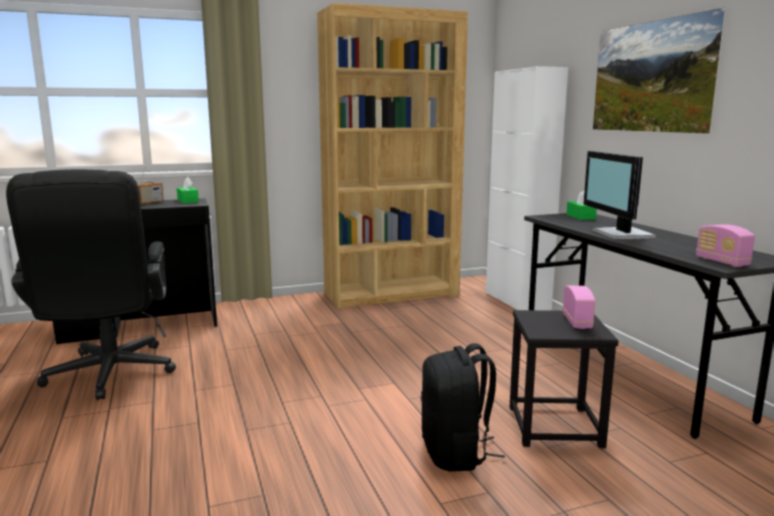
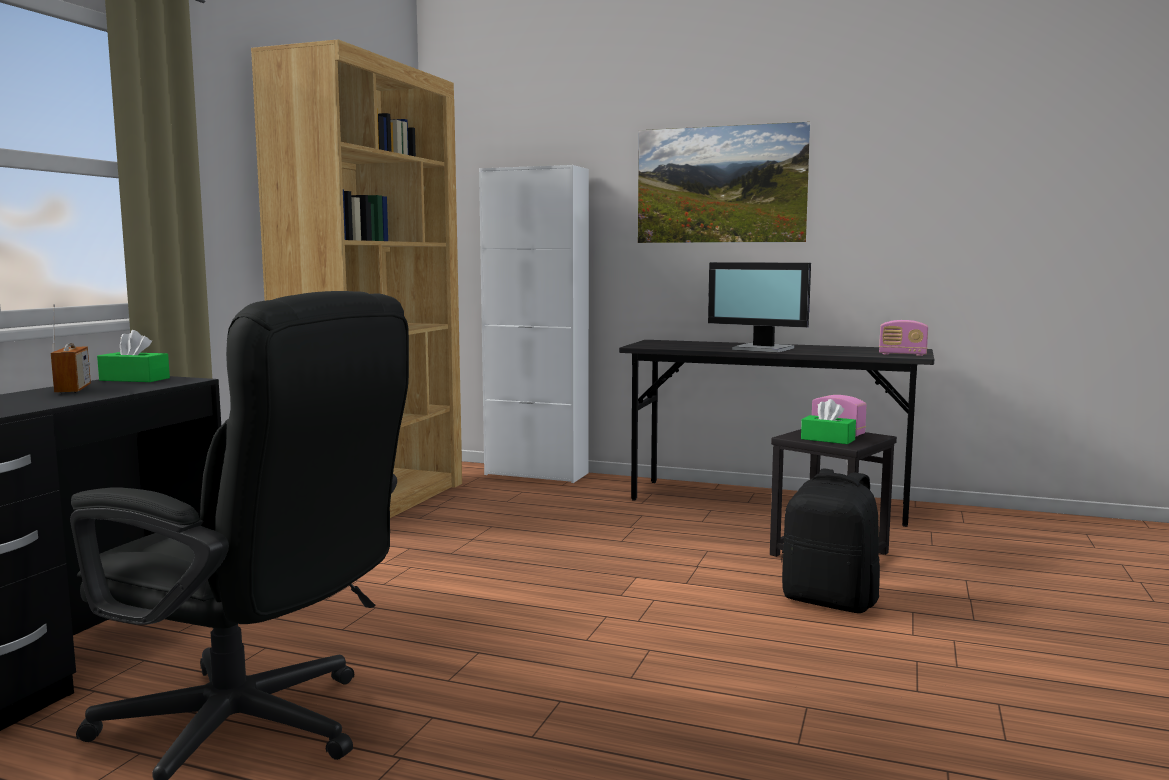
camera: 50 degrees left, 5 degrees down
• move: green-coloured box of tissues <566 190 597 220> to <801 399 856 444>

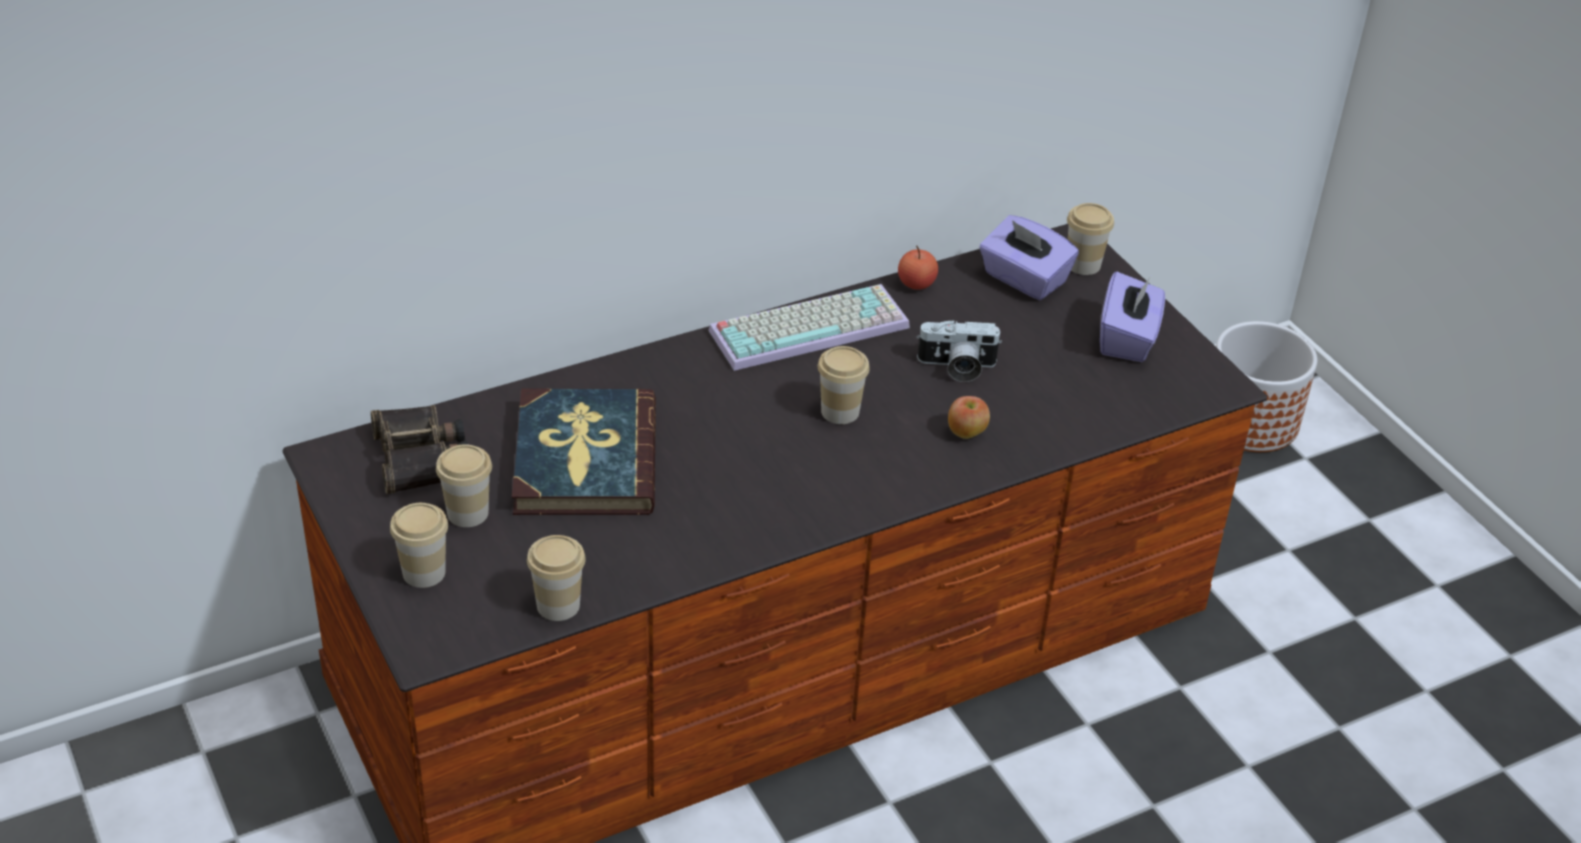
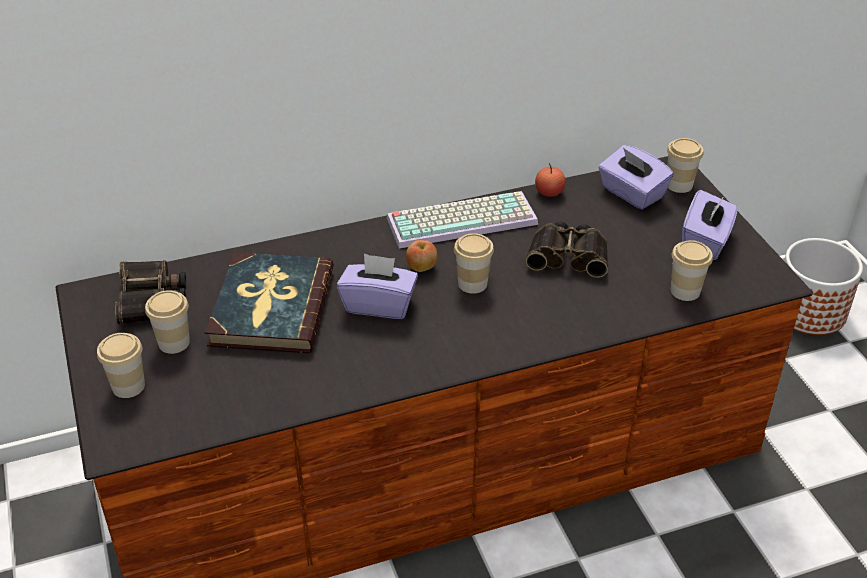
camera: 10 degrees right, 0 degrees up
• insert: purple-coloured box of tissues <337 253 418 319>
• move: small cup <527 535 586 621> to <671 240 713 301>
• move: whole apple <948 396 990 439> to <406 240 437 272>
• replace: photo camera <916 320 1002 382> to field glasses <526 221 608 278>

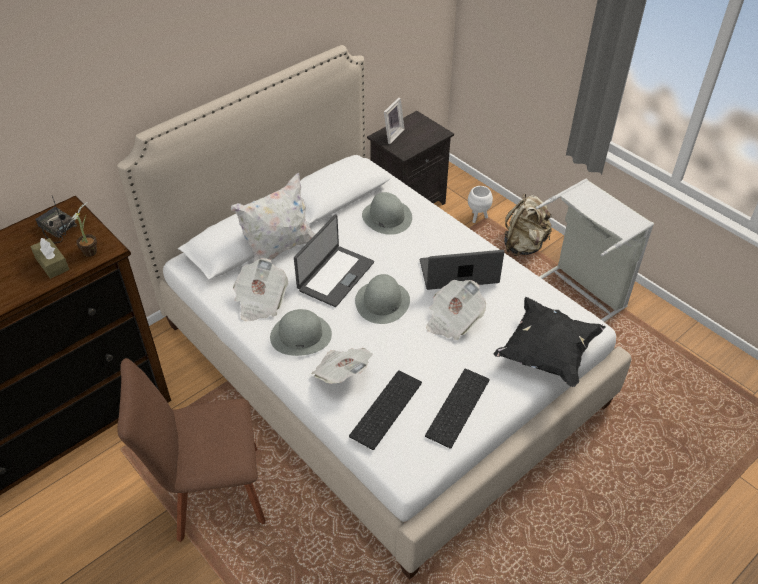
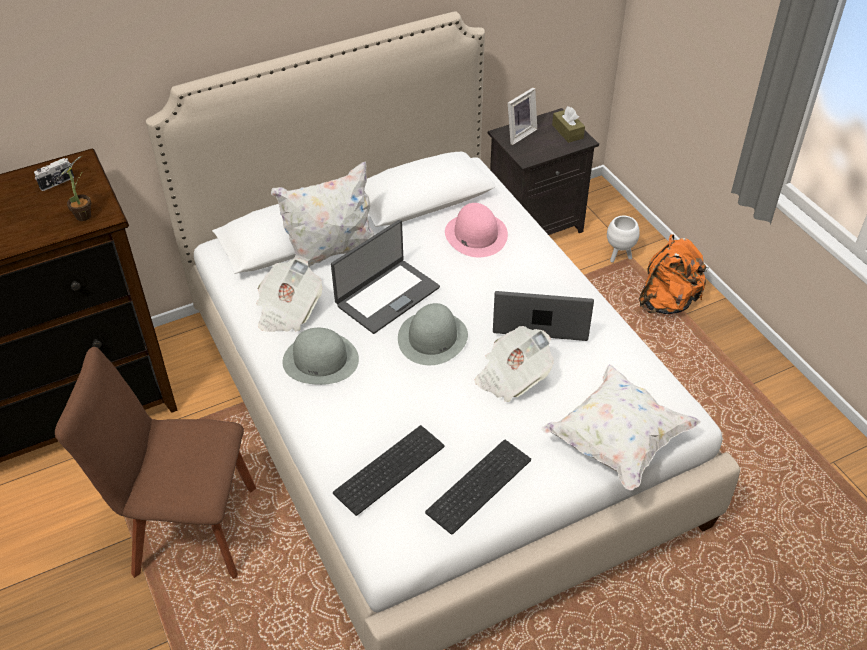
camera: 15 degrees right, 0 degrees up
• delete: daily paper <311 348 373 384>
• delete: gray washing basket <536 178 654 322>
• move: brown box of tissues <30 238 69 279> to <552 106 585 143>
• replace: radio receiver <35 196 77 244> to photo camera <34 158 74 191>
• recolor: gray hat <362 192 412 235> to pink hat <445 203 508 257>
• recolor: black pillow <493 297 605 387> to white pillow <541 364 701 490>
• recolor: beige-coloured rucksack <504 194 552 256> to orange rucksack <639 234 708 314>

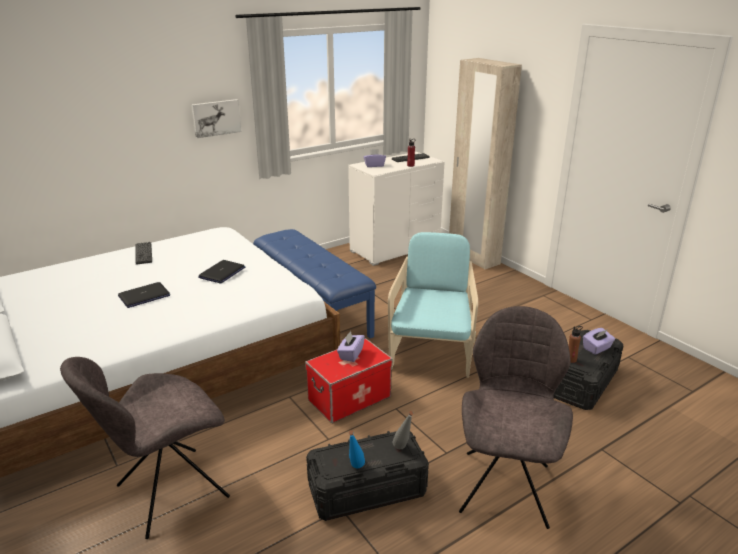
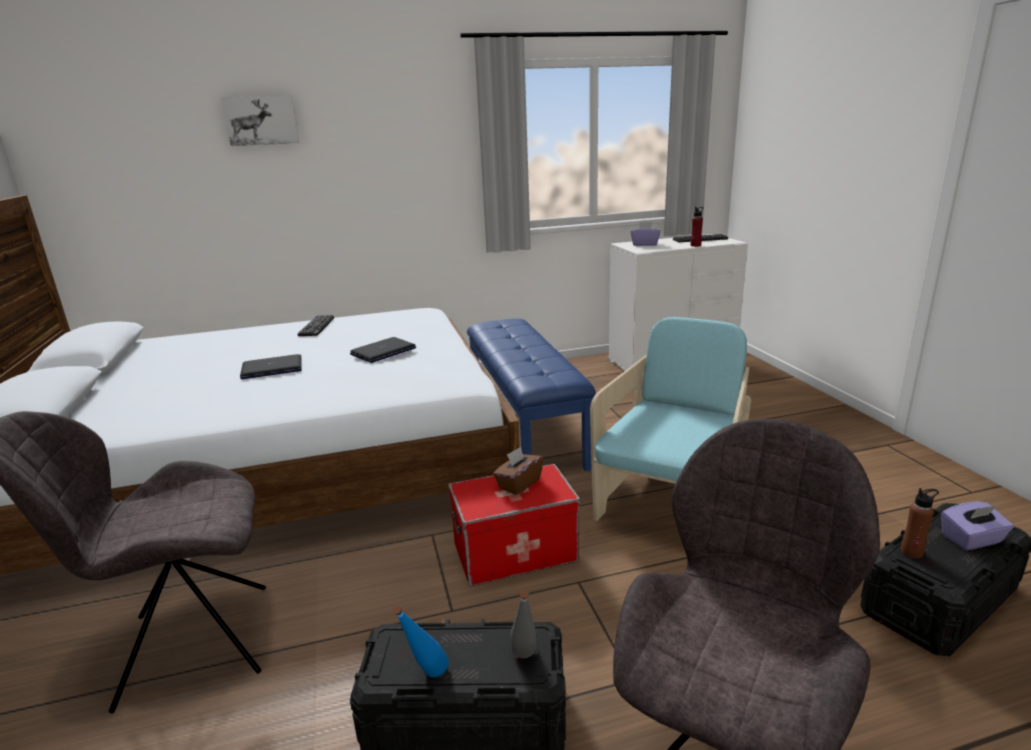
camera: 20 degrees right, 5 degrees down
• delete: beige-coloured wardrobe <449 58 522 269>
• move: picture <191 99 241 138> to <221 95 299 146>
• recolor: purple-coloured box of tissues <337 331 365 362> to brown box of tissues <493 446 544 495>

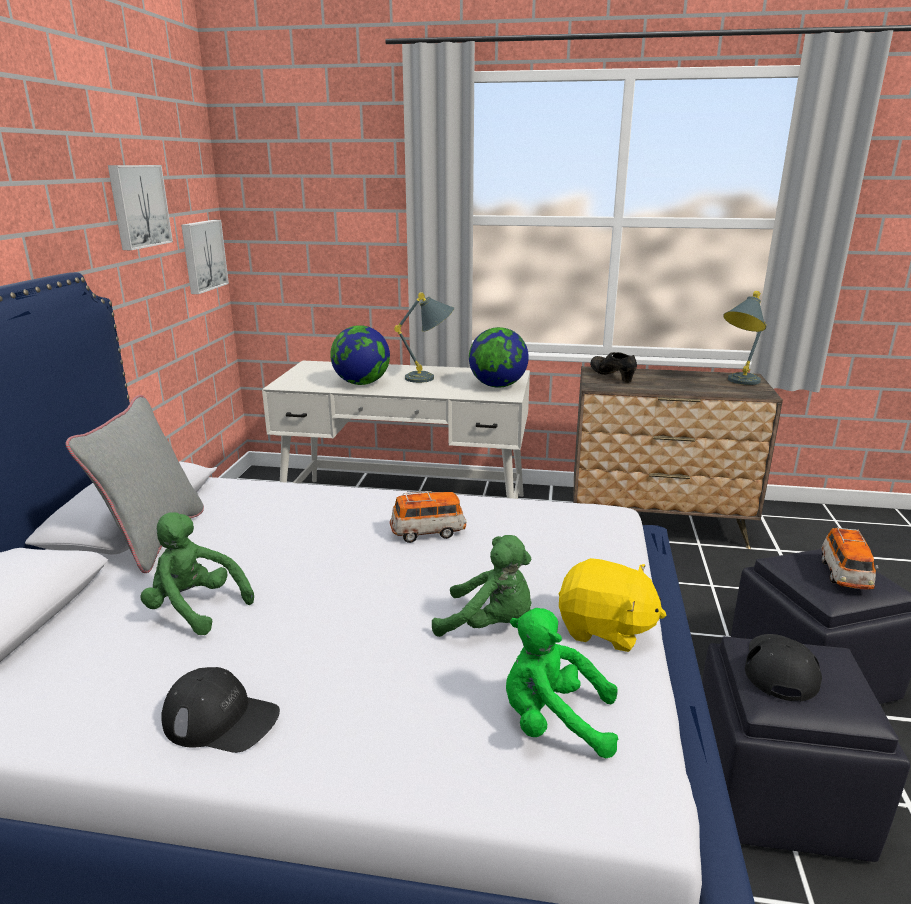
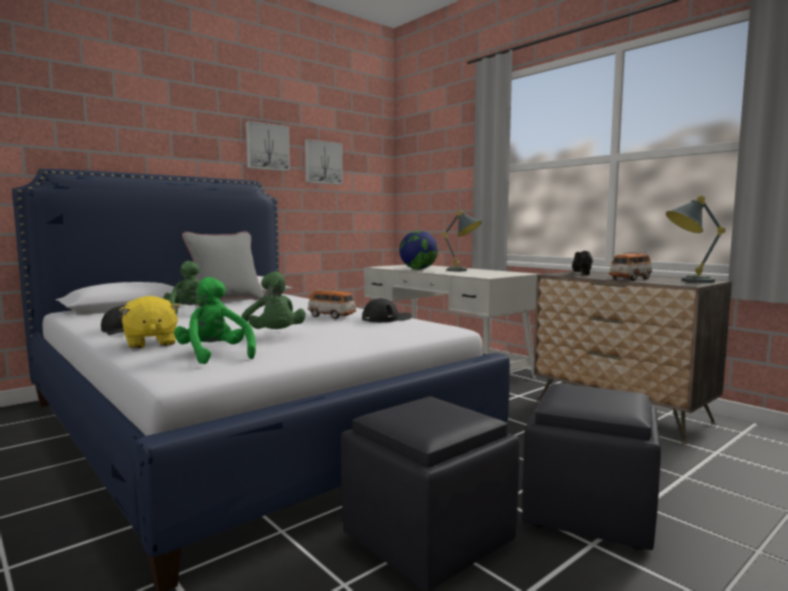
camera: 40 degrees right, 15 degrees down
• delete: world globe <469 327 529 388>
• move: picture <181 220 229 294> to <246 121 290 171>
• move: yellow soft toy <559 558 666 652> to <119 296 180 349>
• move: black baseball cap <745 634 822 702> to <362 298 412 322>
• move: model car <821 527 878 590> to <609 252 652 281>

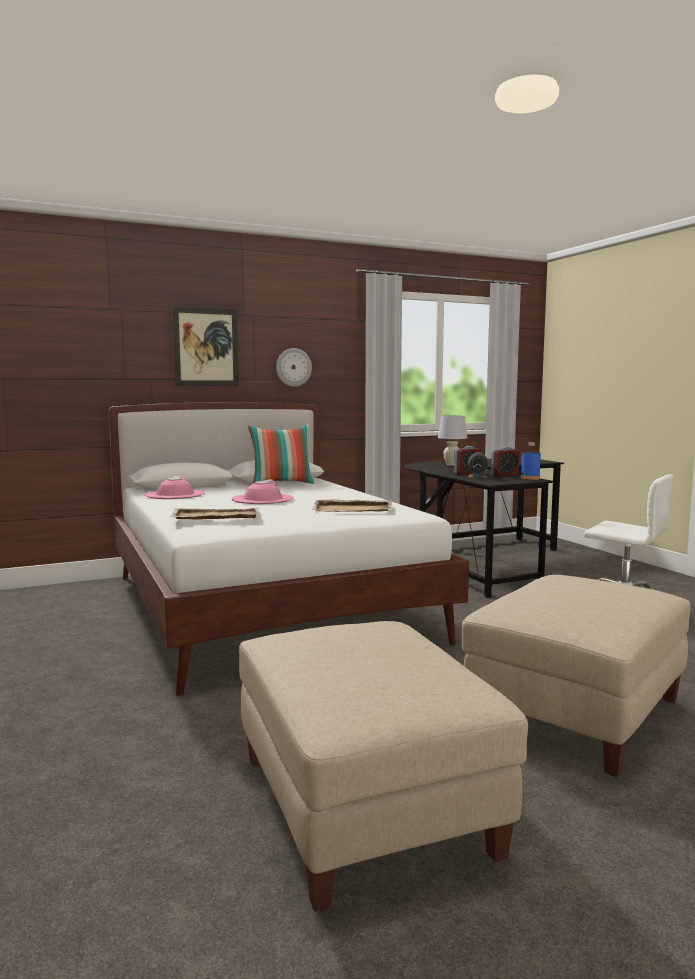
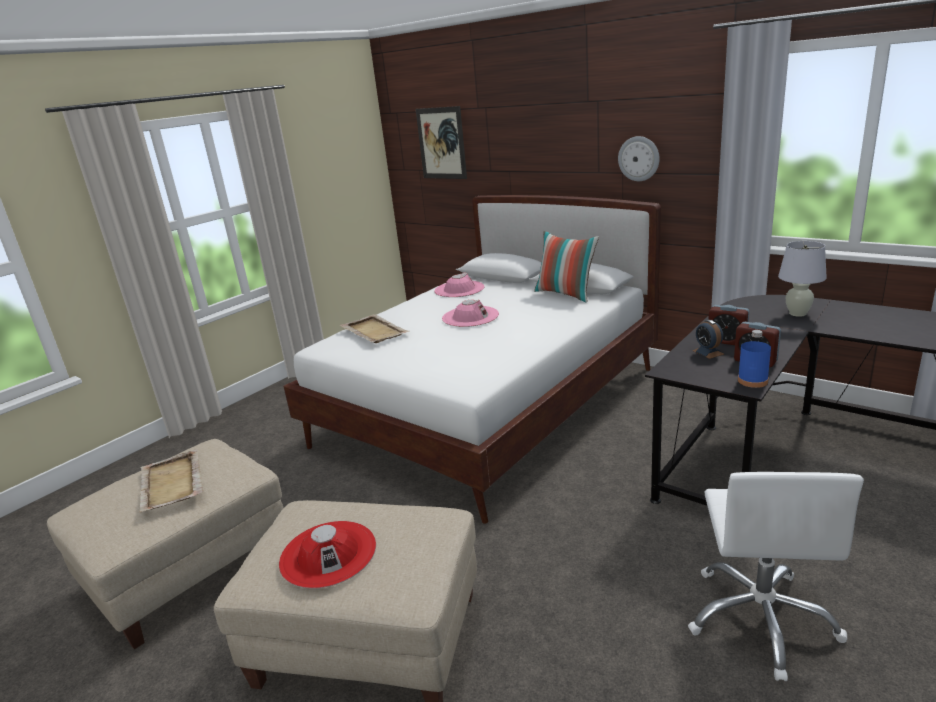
camera: 65 degrees right, 15 degrees up
• insert: red-coloured hat <279 521 376 589>
• move: picture <172 306 239 386> to <416 106 467 179>
• move: beige-coloured tray <312 499 393 512> to <140 449 203 513>

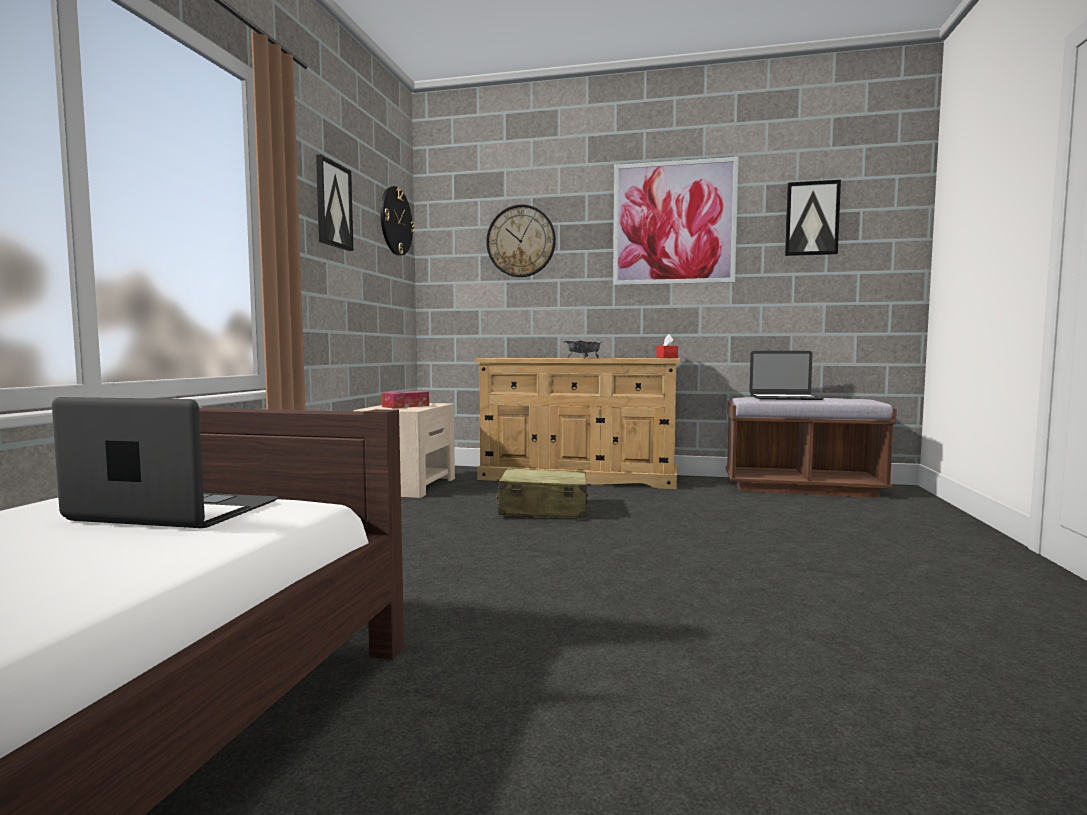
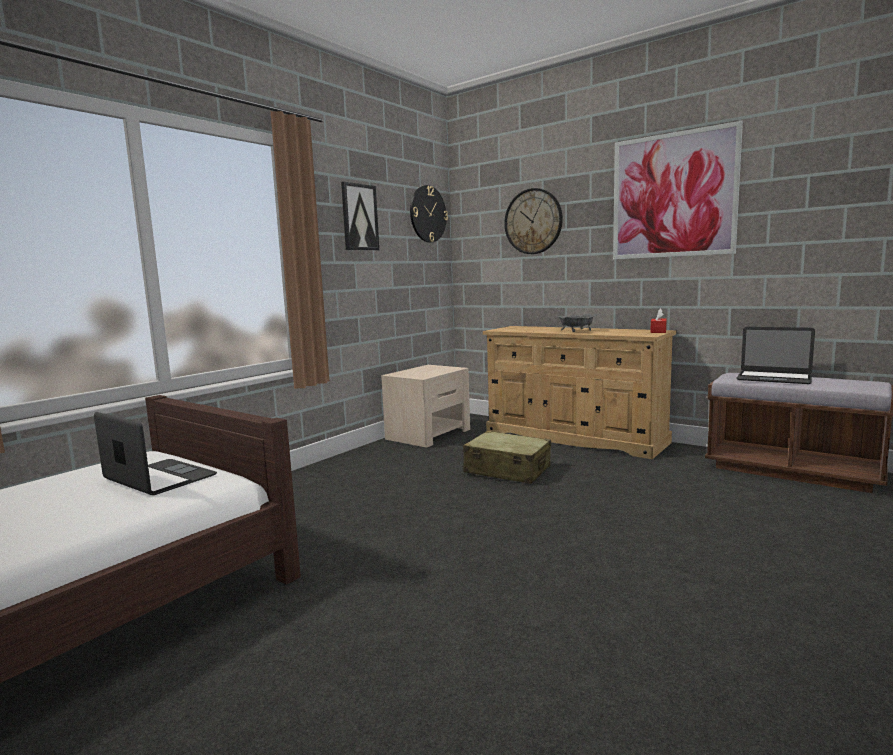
camera: 25 degrees right, 5 degrees up
• delete: box of tissues <381 391 429 408>
• delete: picture <785 180 841 256>

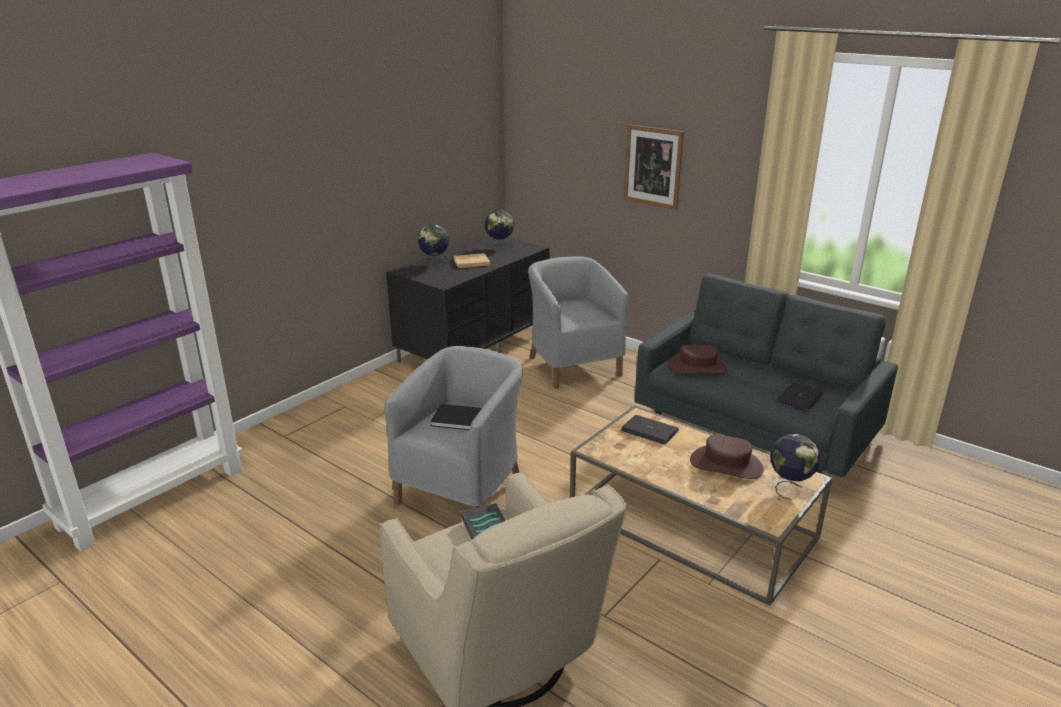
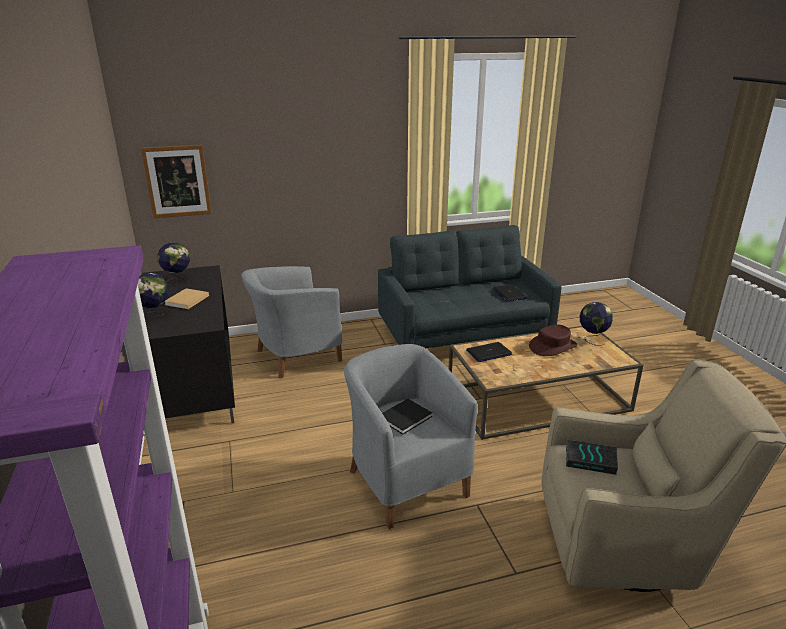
camera: 55 degrees left, 0 degrees up
• delete: brown hat <668 345 727 374>
• move: picture <623 124 684 210> to <141 145 212 218>
• rotate: gray lounge chair <528 256 628 389> = <241 266 342 379> 45 degrees counterclockwise

